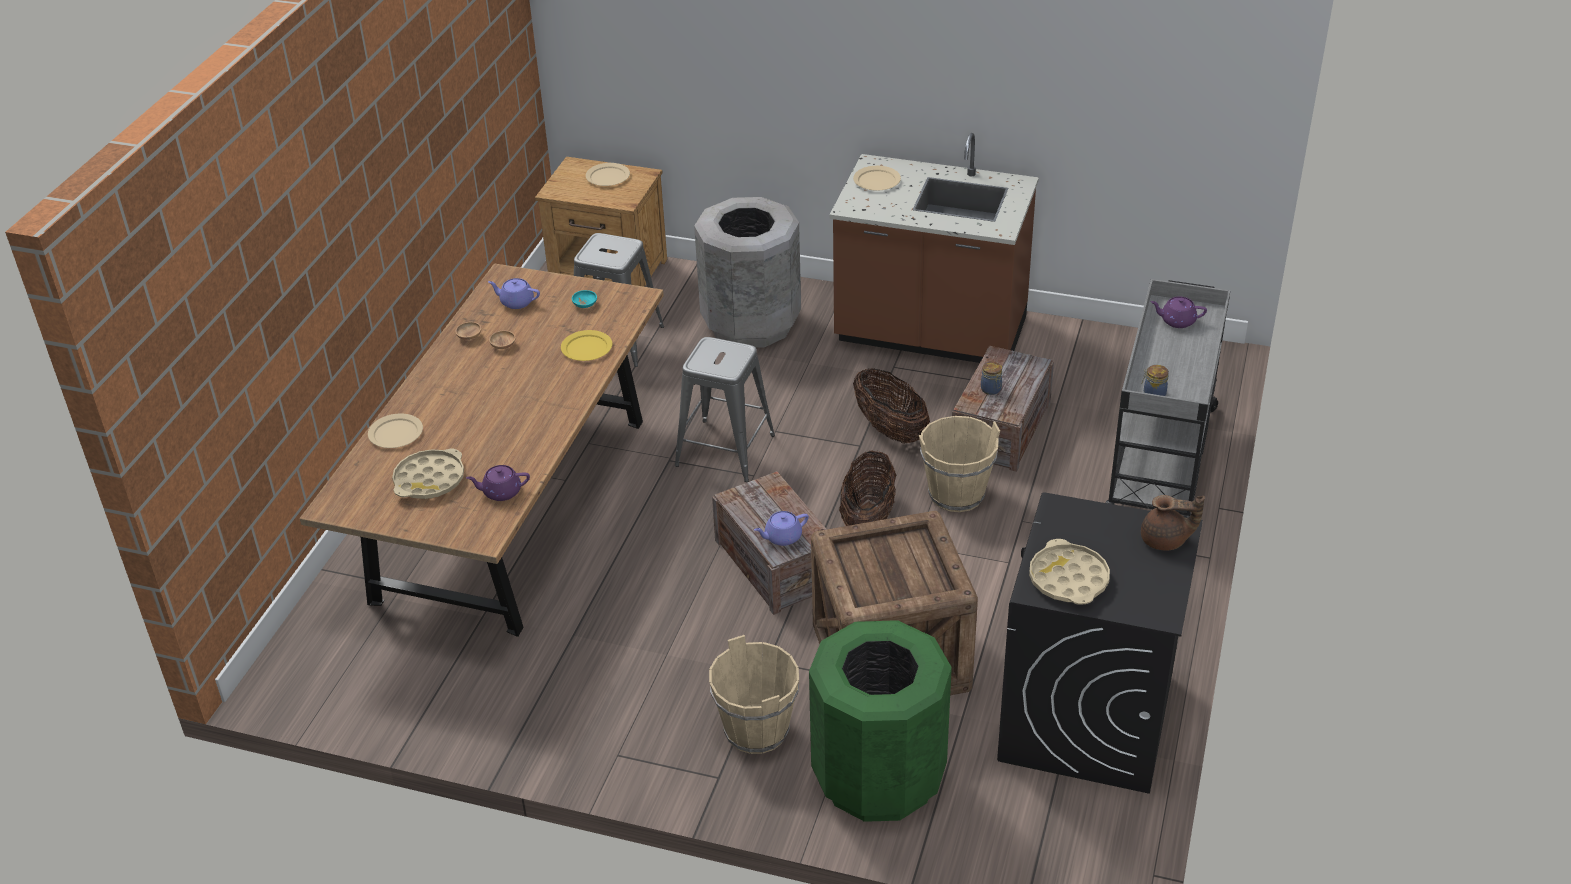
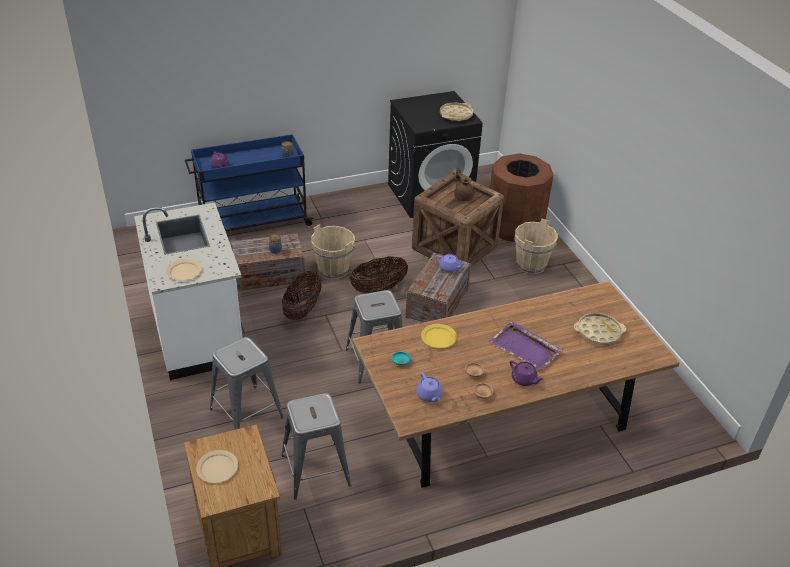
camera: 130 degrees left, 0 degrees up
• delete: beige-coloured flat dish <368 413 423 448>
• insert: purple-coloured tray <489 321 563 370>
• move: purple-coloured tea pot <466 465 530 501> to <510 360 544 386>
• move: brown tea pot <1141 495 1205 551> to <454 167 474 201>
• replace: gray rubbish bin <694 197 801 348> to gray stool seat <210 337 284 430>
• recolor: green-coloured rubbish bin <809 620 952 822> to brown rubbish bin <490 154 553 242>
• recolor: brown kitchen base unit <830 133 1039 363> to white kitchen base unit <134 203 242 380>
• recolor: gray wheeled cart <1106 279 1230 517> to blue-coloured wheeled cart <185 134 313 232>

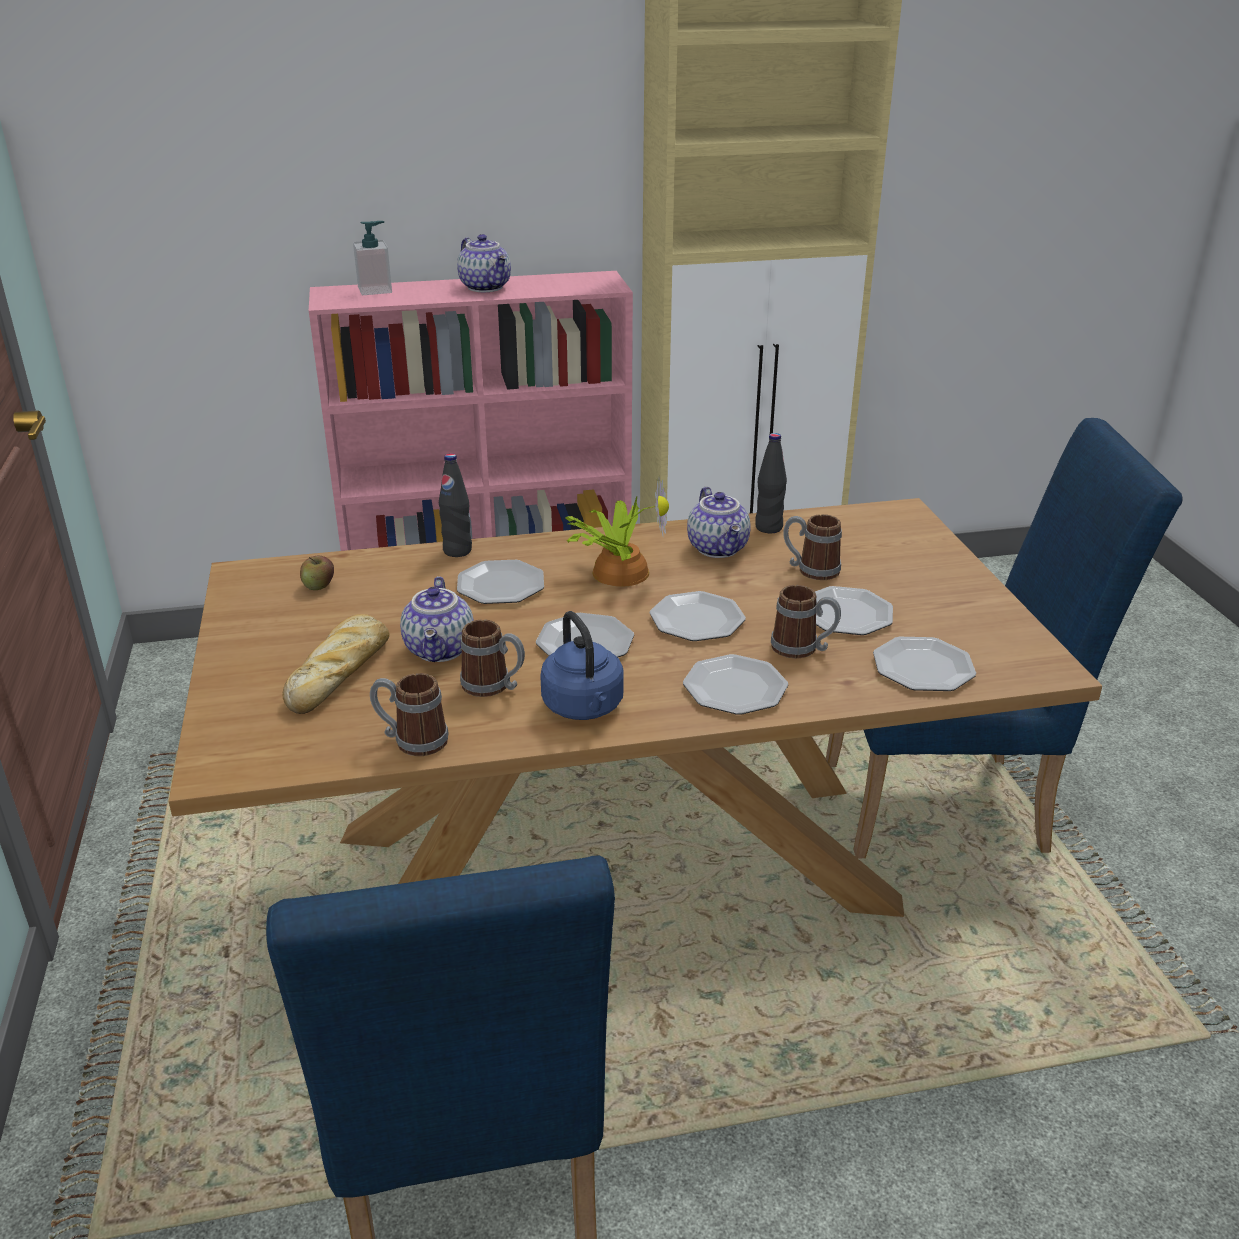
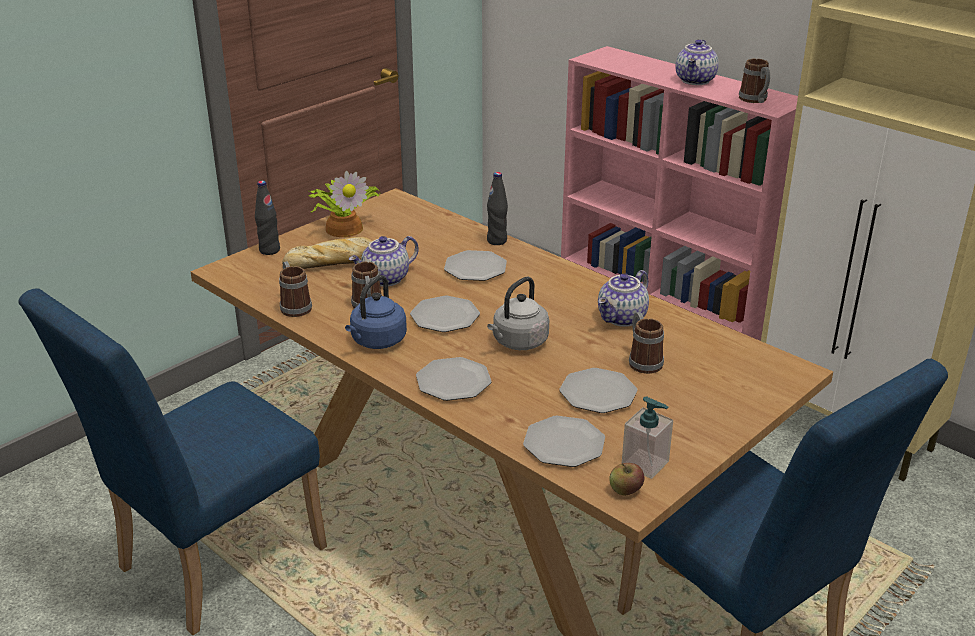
camera: 55 degrees right, 0 degrees up
• move: whole apple <300 556 334 590> to <609 463 644 496>
• move: soap dispenser <353 221 392 295> to <622 397 673 479>
• move: plant in a pot <566 478 669 587> to <308 171 381 237>
• move: black drink bottle <755 433 787 533> to <255 181 280 255>
• move: tea mug <771 585 841 659> to <739 59 770 103>
• replace: flat dish <650 591 746 641> to gray water kettle <487 277 549 350>

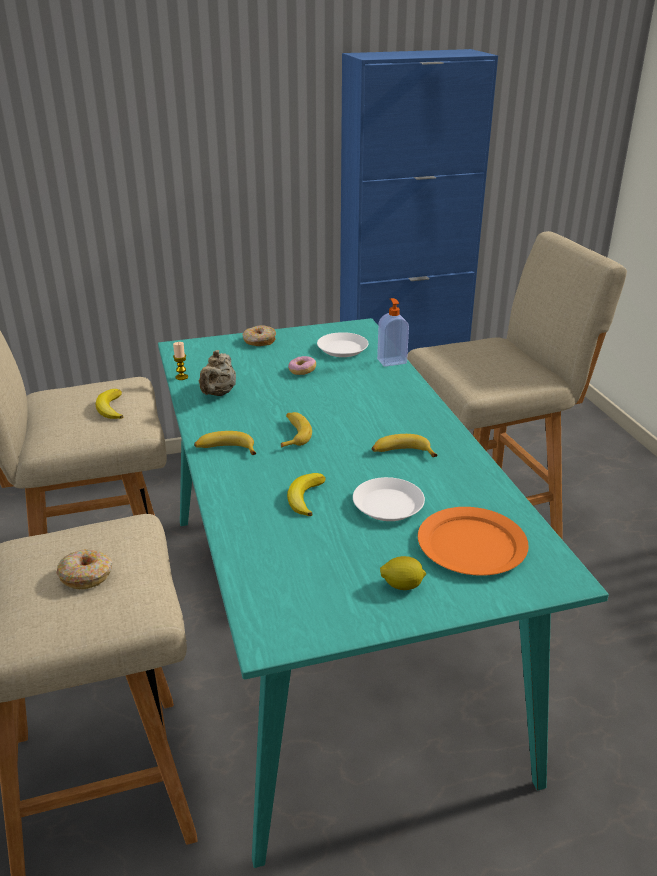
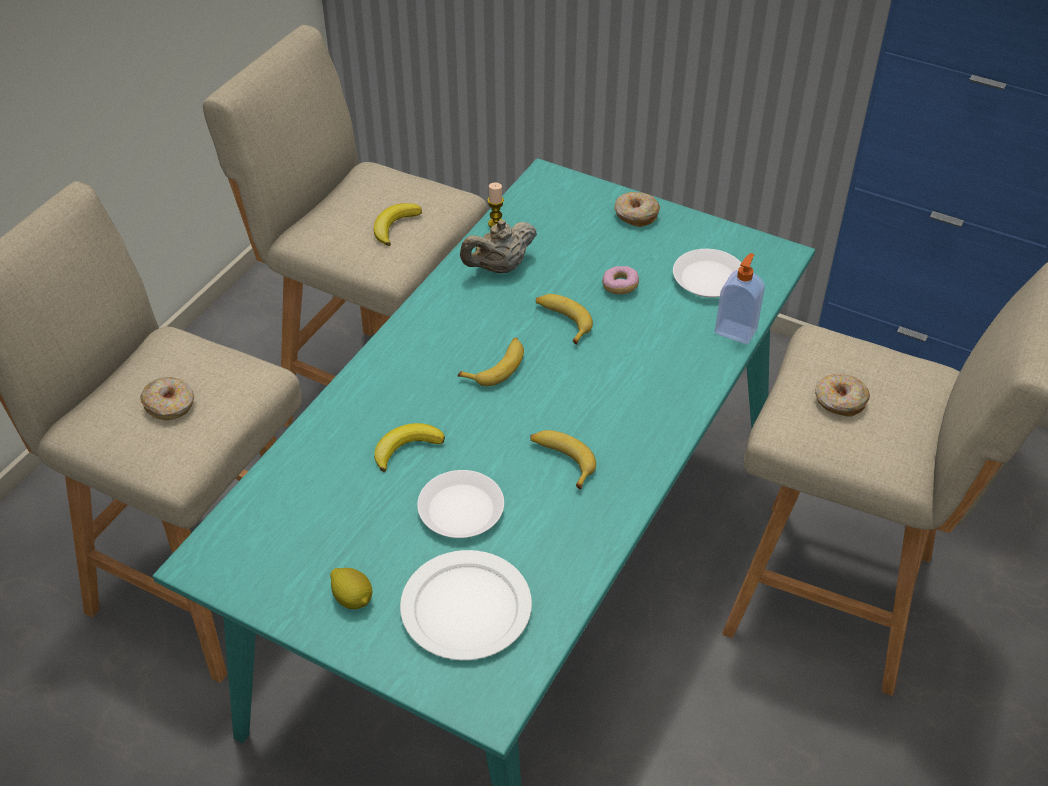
camera: 45 degrees right, 15 degrees up
• insert: doughnut <815 374 870 417>
• move: banana <194 431 256 455> to <536 294 593 344>
• recolor: orange flat dish <418 507 529 576> to white flat dish <400 550 532 660>

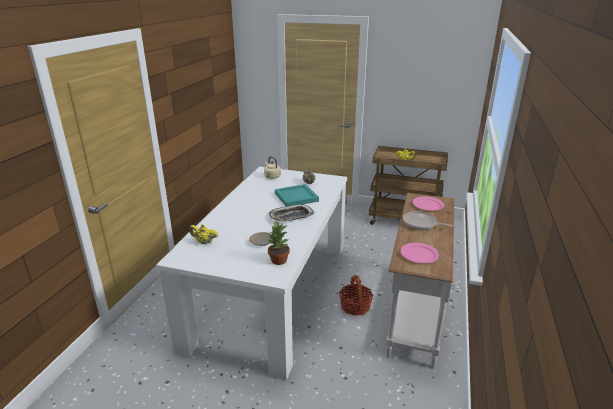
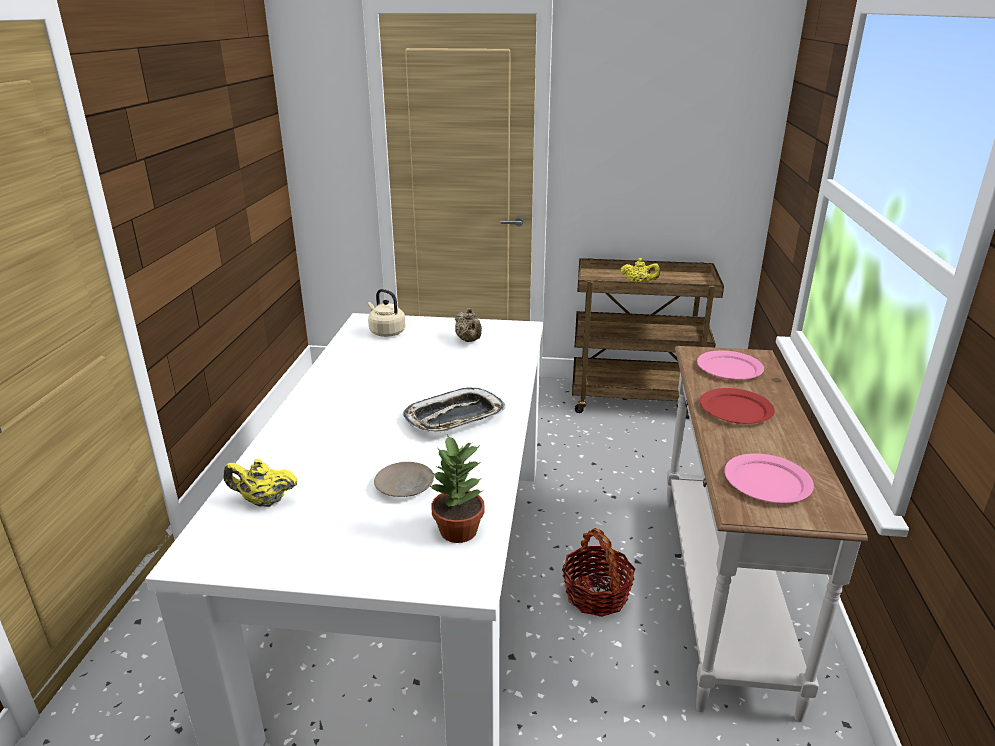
camera: 10 degrees left, 0 degrees up
• delete: blue-green tray <275 184 319 206>
• replace: frying pan <403 211 454 230> to red-coloured flat dish <700 388 775 424>

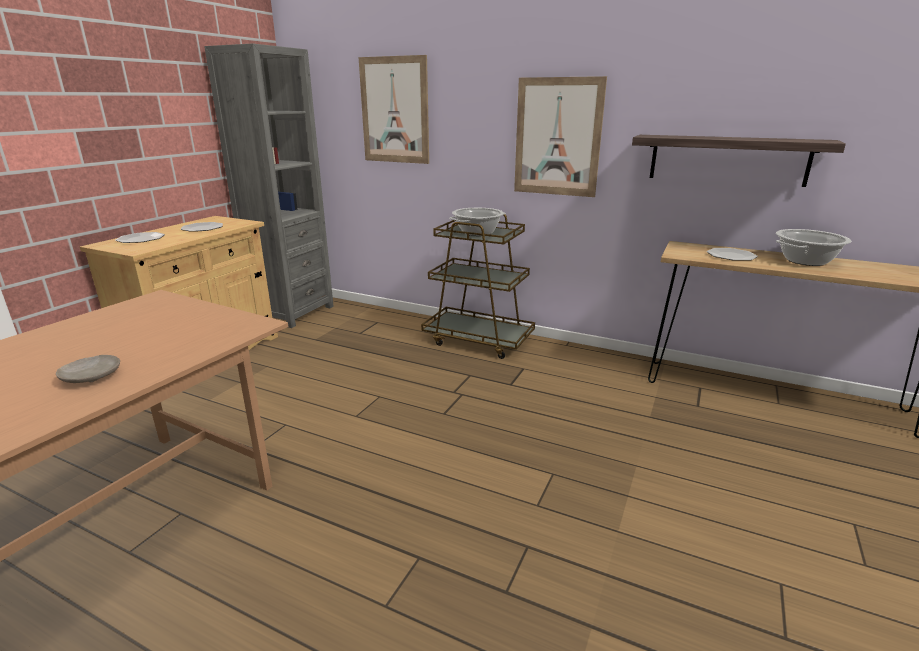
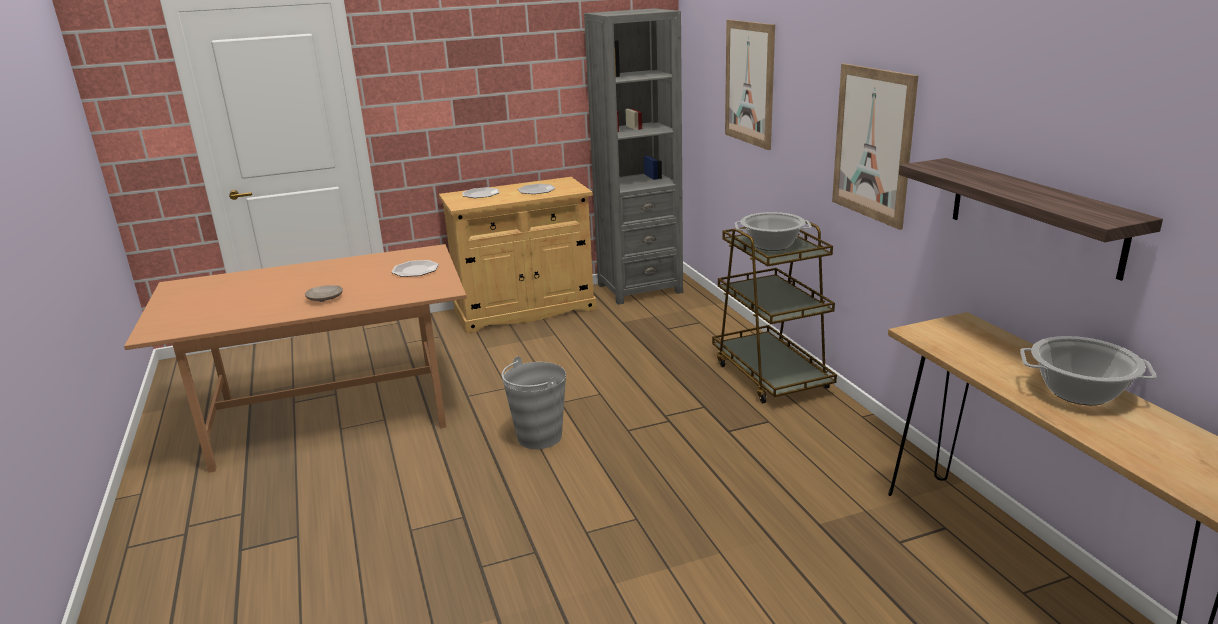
camera: 45 degrees right, 0 degrees up
• insert: gray water bucket <502 357 566 449>
• move: flat dish <707 248 758 261> to <391 260 439 277>

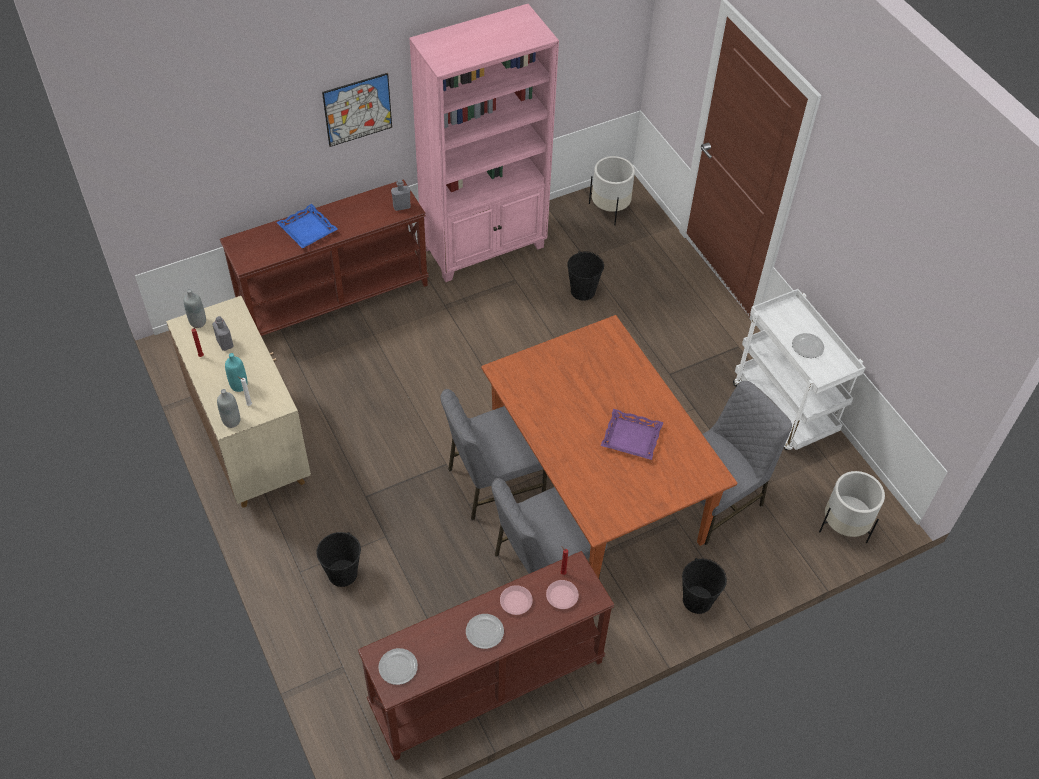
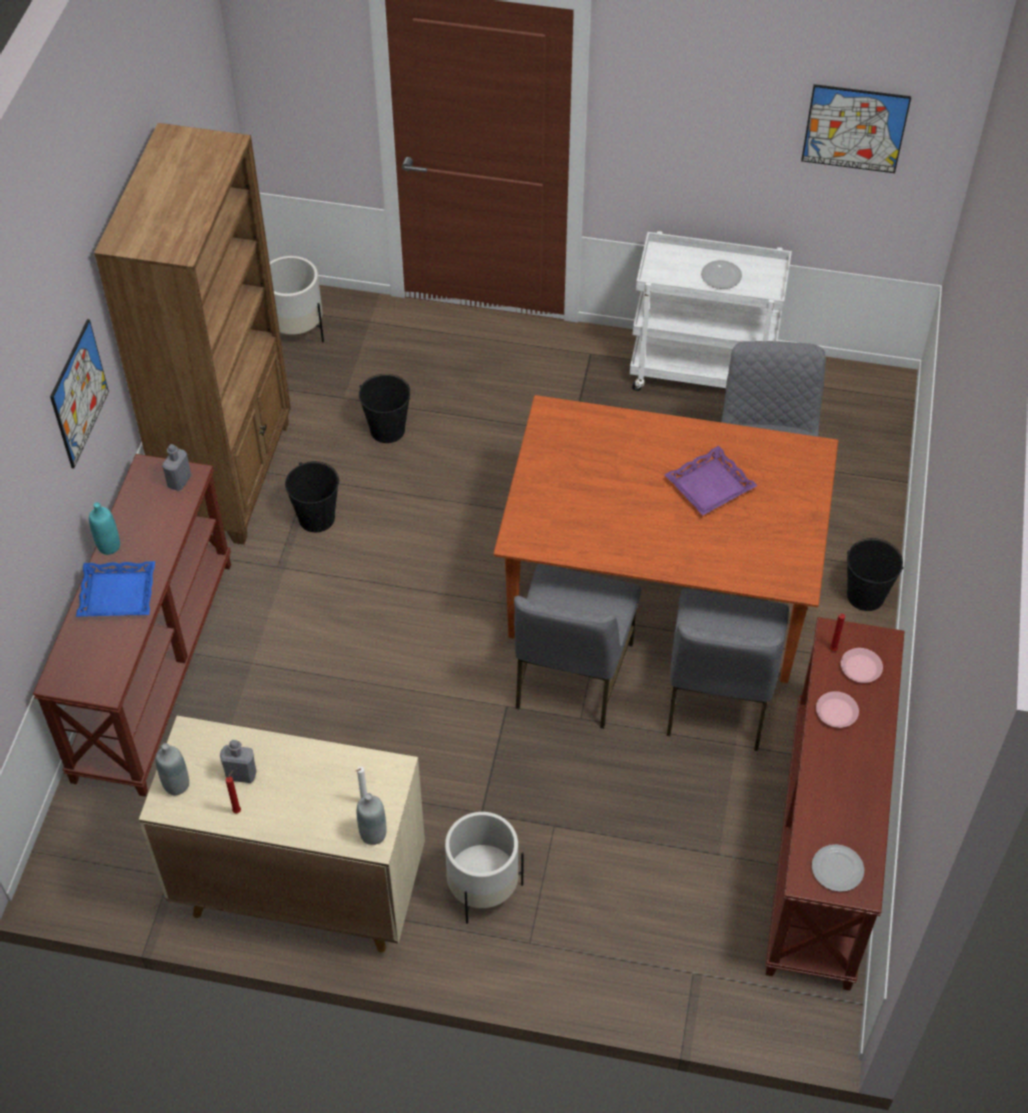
camera: 50 degrees left, 0 degrees up
• delete: flat dish <466 614 504 649>
• insert: picture <801 84 911 173>
• move: blue-green drink bottle <225 353 248 392> to <89 502 120 555>
• move: black water bucket <317 532 361 587> to <285 461 339 532>
• move: white planter <819 471 885 543> to <445 812 524 924>
• recolor: pink bookshelf <409 4 559 282> to brown bookshelf <94 123 291 545>

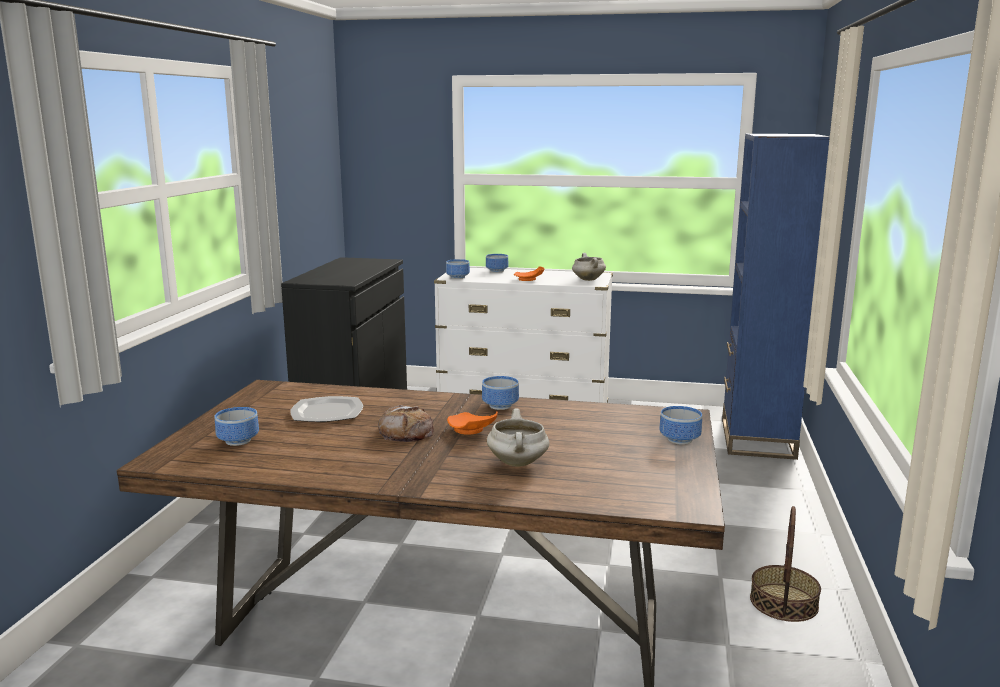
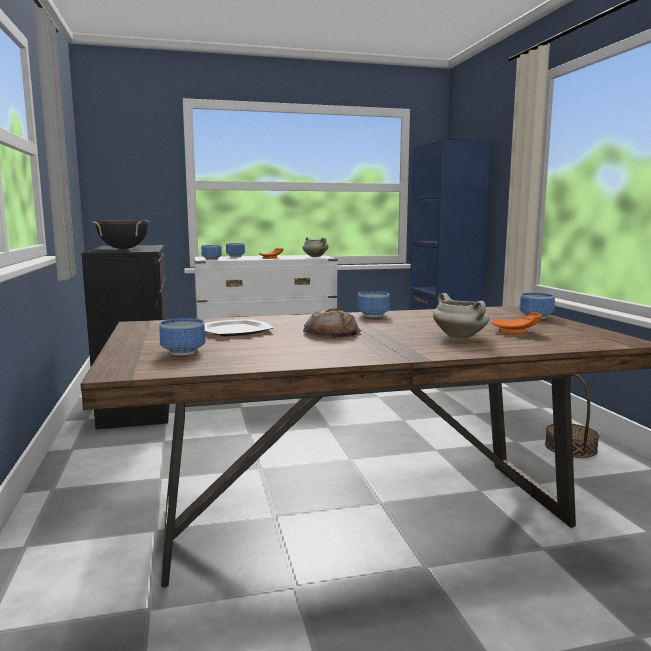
camera: 25 degrees left, 5 degrees down
• insert: black saucepot <92 220 149 249>
• move: orange flat dish <447 411 498 435> to <491 312 542 334>

